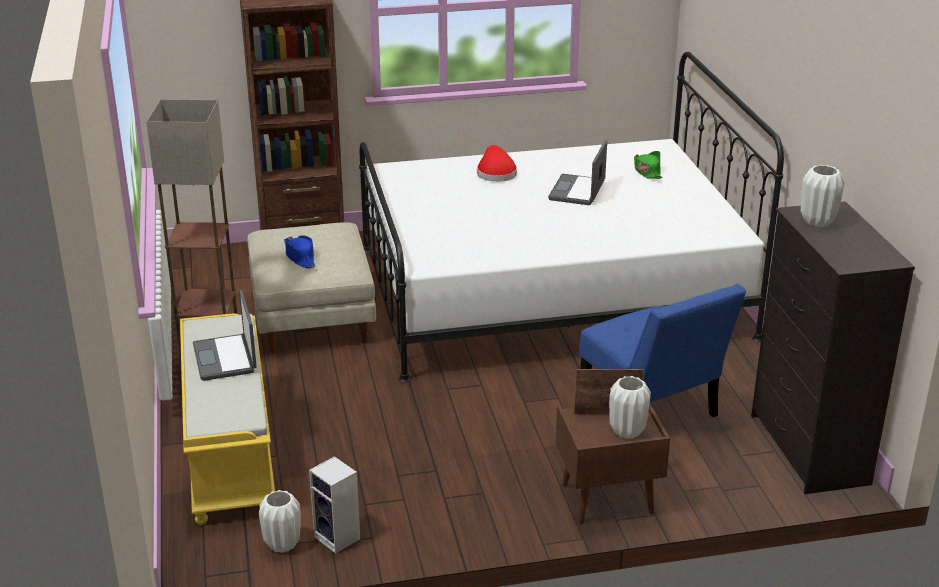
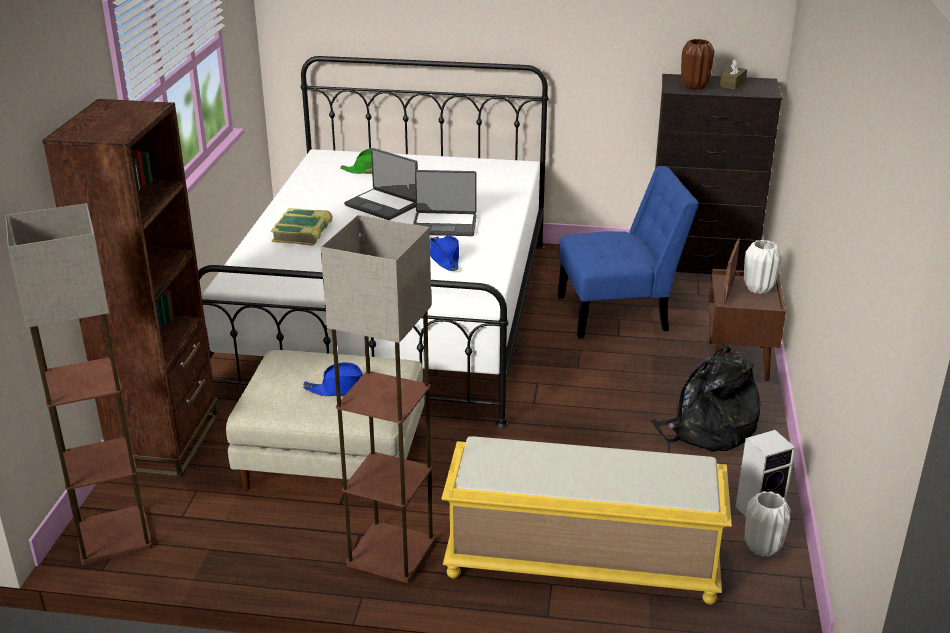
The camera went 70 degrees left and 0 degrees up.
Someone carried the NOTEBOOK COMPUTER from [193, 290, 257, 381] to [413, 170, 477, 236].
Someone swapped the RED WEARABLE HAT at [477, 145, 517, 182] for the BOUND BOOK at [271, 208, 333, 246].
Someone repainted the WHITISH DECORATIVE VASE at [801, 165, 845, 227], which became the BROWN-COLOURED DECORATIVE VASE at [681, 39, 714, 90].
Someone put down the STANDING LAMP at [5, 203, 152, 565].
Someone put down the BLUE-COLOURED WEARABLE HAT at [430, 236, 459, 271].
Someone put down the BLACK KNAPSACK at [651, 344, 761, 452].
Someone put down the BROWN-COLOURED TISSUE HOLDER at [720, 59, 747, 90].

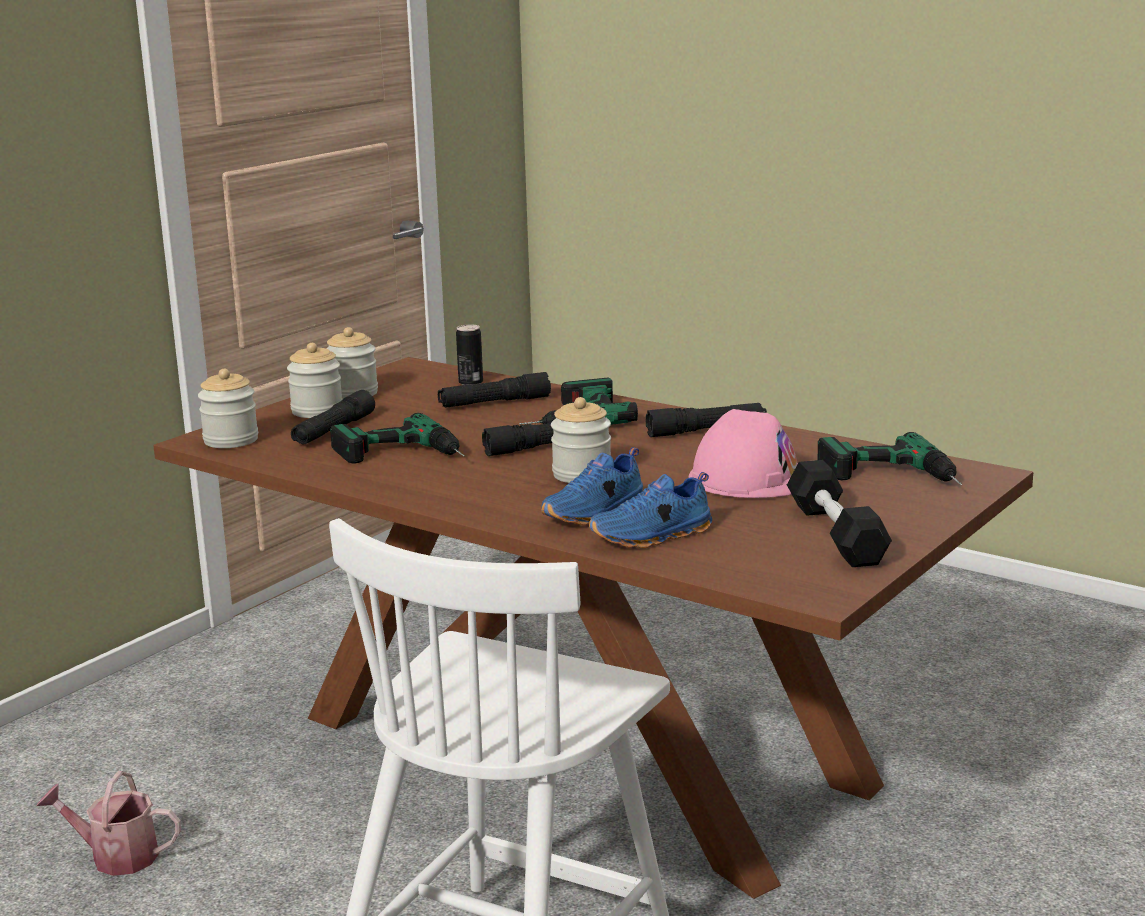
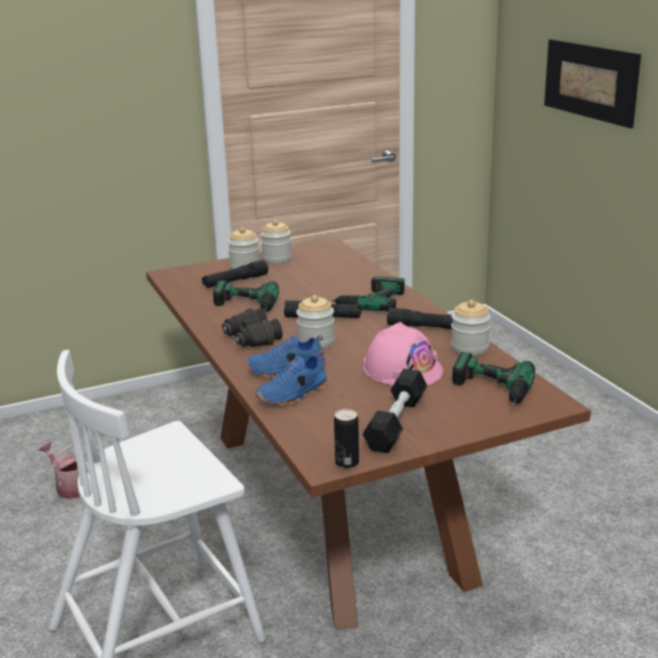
The camera went 30 degrees right and 5 degrees up.
Someone carried the JAR from [198, 369, 258, 448] to [451, 300, 491, 355].
Someone took away the BLACK TORCH at [438, 372, 551, 408].
Someone carried the CAN from [456, 324, 483, 385] to [334, 409, 359, 468].
Someone rotated the BLUE-COLOURED ITEM OF FOOTWEAR at [589, 472, 712, 548] by 45 degrees counterclockwise.
Someone put down the BLACK BINOCULARS at [222, 308, 282, 347].
Someone put up the PICTURE at [544, 39, 641, 129].

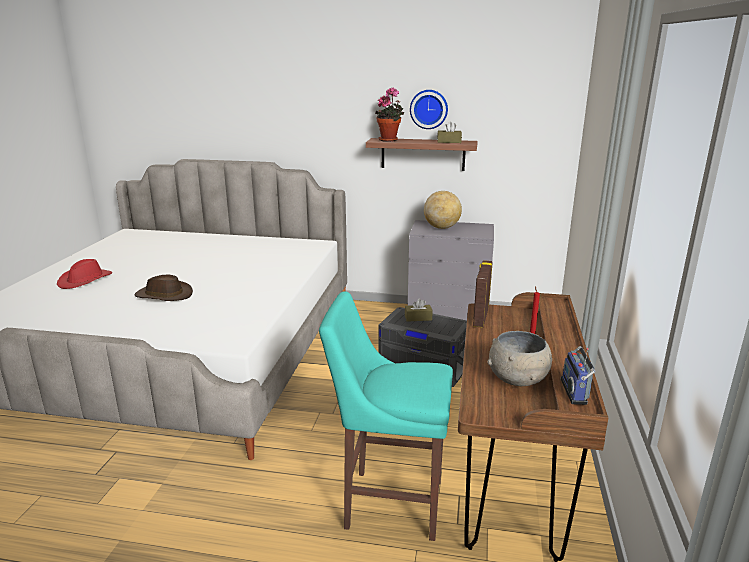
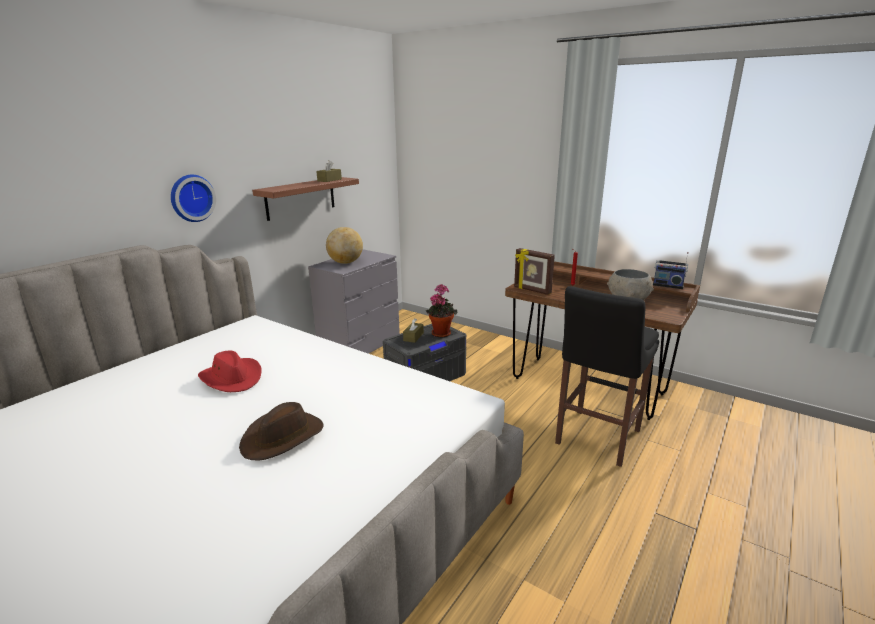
The camera went 65 degrees left and 0 degrees up.
Someone carried the RED WEARABLE HAT from [57, 259, 112, 289] to [198, 350, 261, 392].
Someone repainted the TURQUOISE STOOL at [319, 291, 453, 541], which became the BLACK STOOL at [555, 286, 659, 467].
Someone carried the POTTED PLANT from [375, 88, 404, 142] to [425, 284, 457, 337].
Someone carried the WALL CLOCK from [410, 90, 448, 129] to [171, 175, 216, 222].

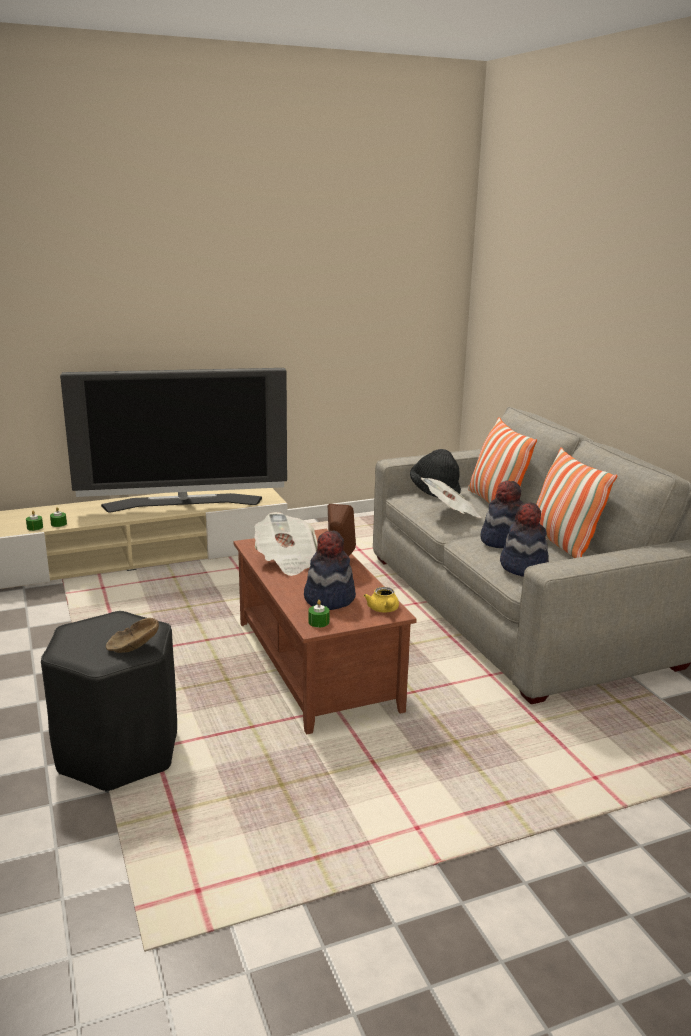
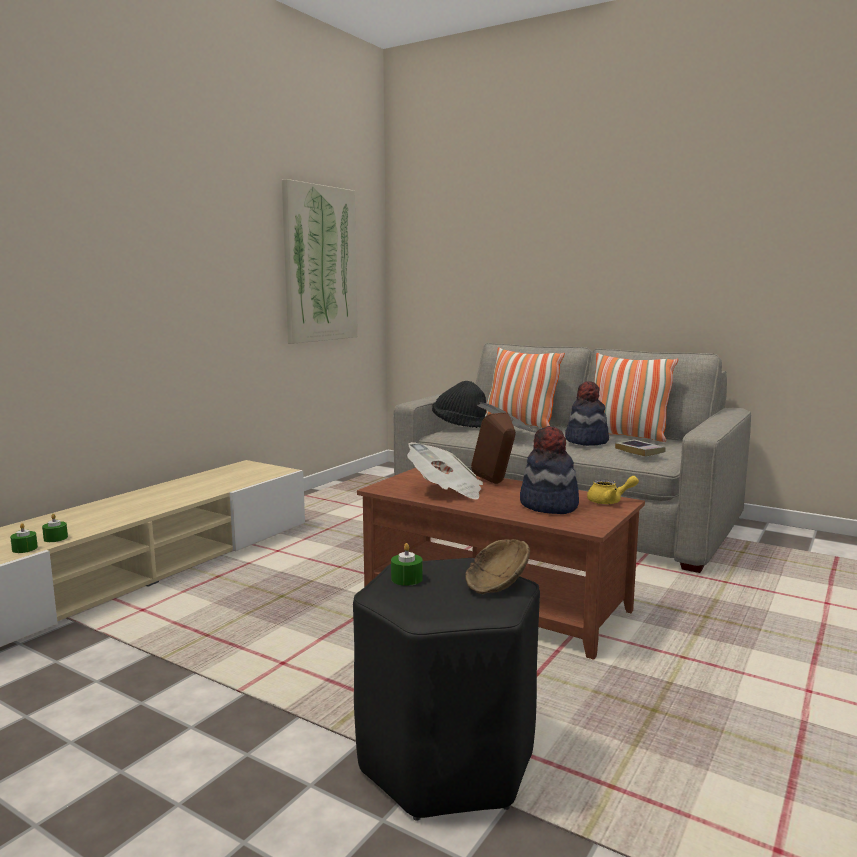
The camera went 35 degrees left and 10 degrees down.
Someone took away the TV at [60, 368, 287, 513].
Someone carried the GREENISH WAX CANDLE from [308, 600, 330, 627] to [391, 543, 423, 586].
Someone rotated the YELLOW POT FOR TEA at [364, 587, 399, 612] by 45 degrees counterclockwise.
Someone swapped the WEARABLE HAT at [500, 502, 549, 577] for the BOUND BOOK at [615, 439, 666, 457].
Someone put up the PICTURE at [282, 179, 358, 344].

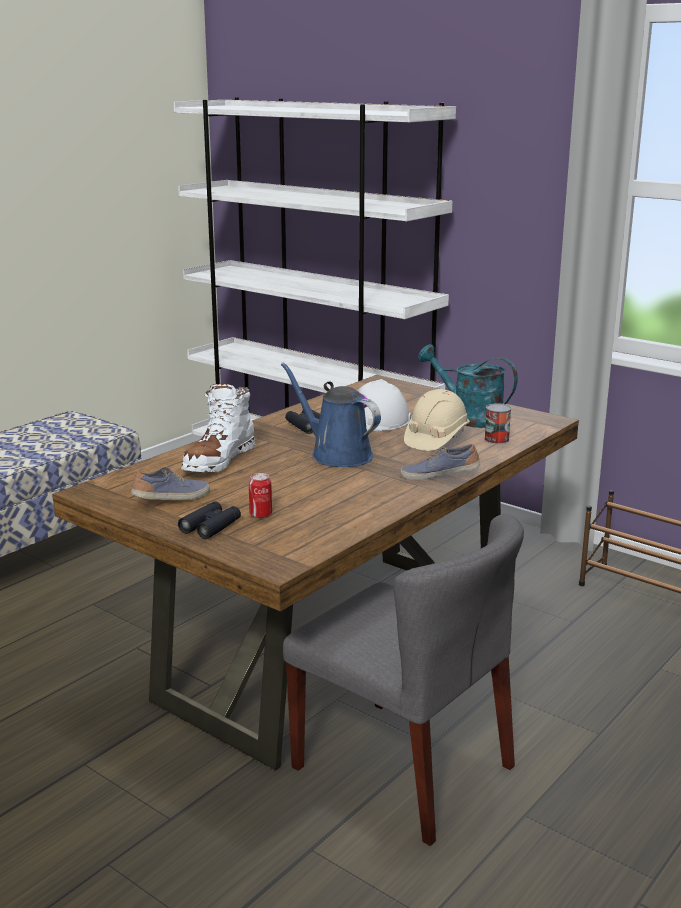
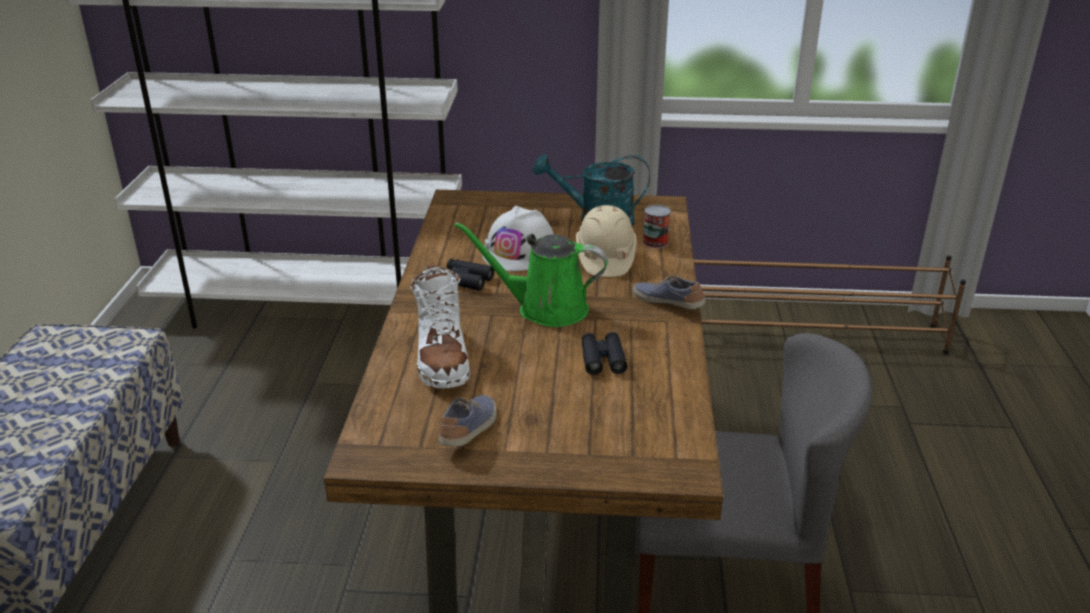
The camera went 35 degrees left and 10 degrees up.
Someone carried the BLACK BINOCULARS from [178, 501, 241, 539] to [582, 332, 627, 375].
Someone took away the CAN at [249, 473, 272, 518].
Someone repainted the BLUE-COLOURED SPRINKLING CAN at [281, 363, 381, 467], which became the GREENISH SPRINKLING CAN at [454, 222, 608, 327].
Someone rotated the ITEM OF FOOTWEAR at [400, 444, 480, 480] by 75 degrees clockwise.

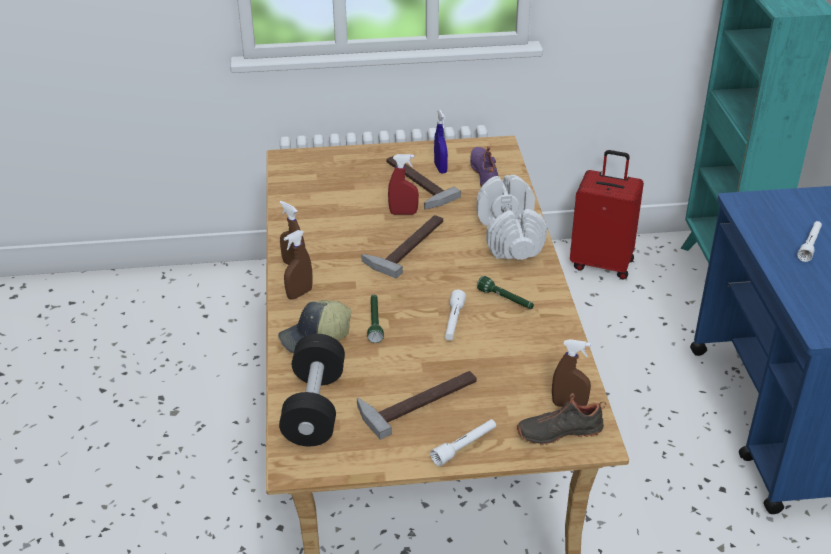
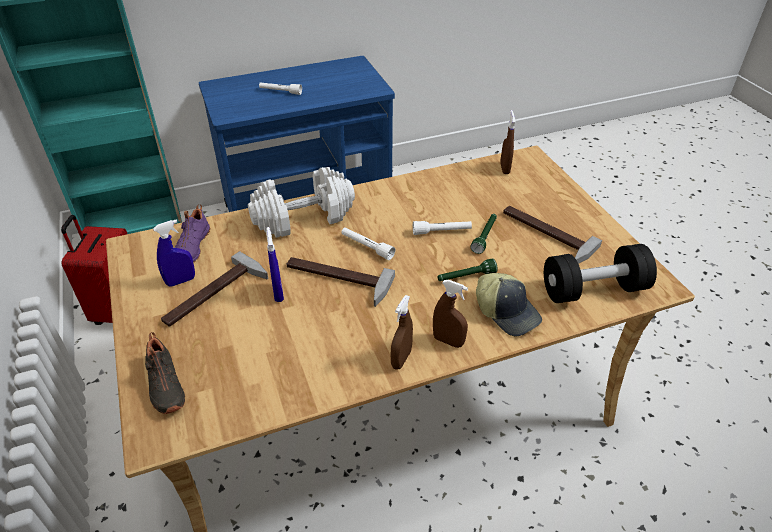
The camera went 105 degrees left and 5 degrees up.
Someone repainted the RED SPRAY BOTTLE at [388, 154, 419, 215], which became the BLUE-COLOURED SPRAY BOTTLE at [266, 227, 284, 302].
Someone carried the WHITISH TORCH from [430, 419, 496, 466] to [341, 227, 395, 260].
Someone rotated the PURPLE ITEM OF FOOTWEAR at [470, 146, 498, 187] by 60 degrees counterclockwise.
Someone carried the GREENISH TORCH from [477, 276, 534, 309] to [470, 214, 497, 254].
Someone carried the BLACK ITEM OF FOOTWEAR from [517, 393, 606, 445] to [145, 332, 185, 414].

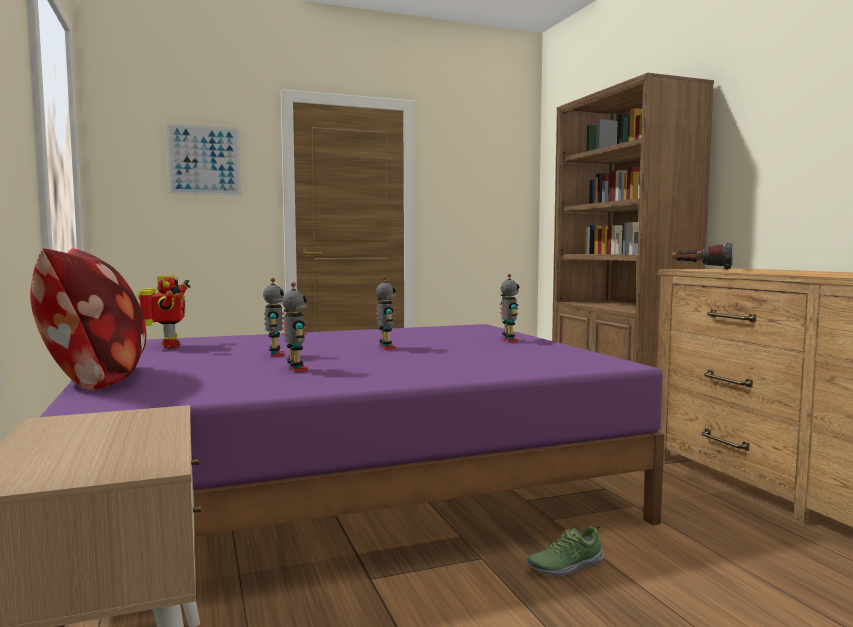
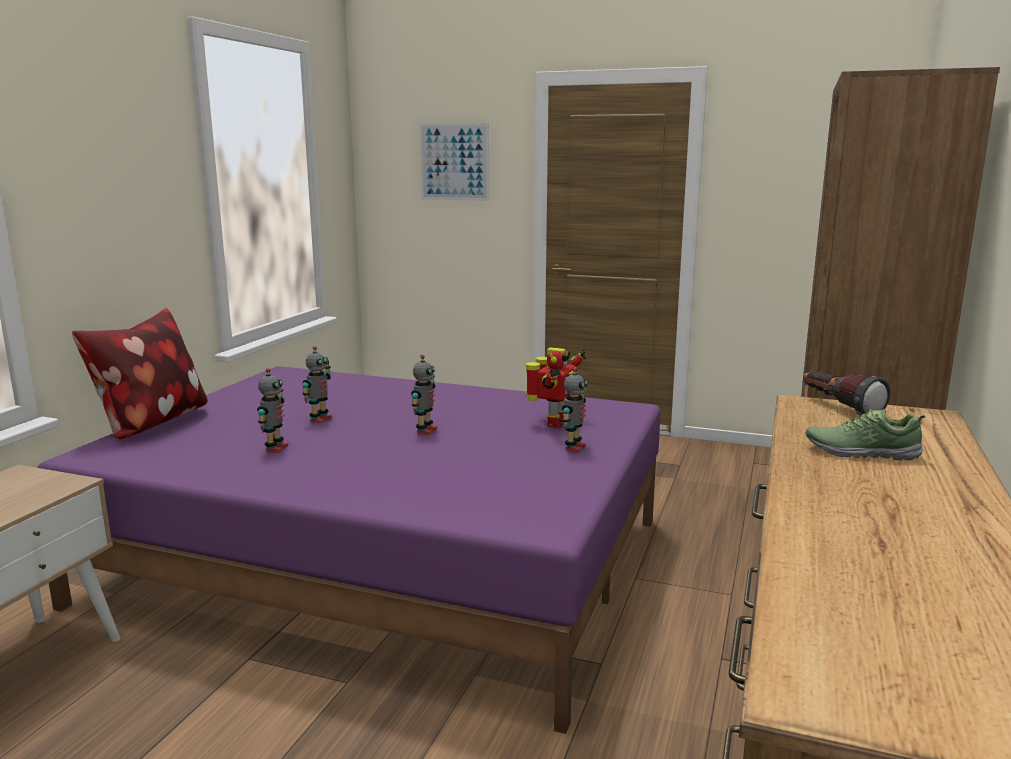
The camera went 40 degrees right and 10 degrees up.
Someone carried the MODEL ROBOT from [138, 276, 190, 349] to [526, 348, 586, 428].
Someone carried the ITEM OF FOOTWEAR from [527, 526, 604, 578] to [806, 409, 926, 461].

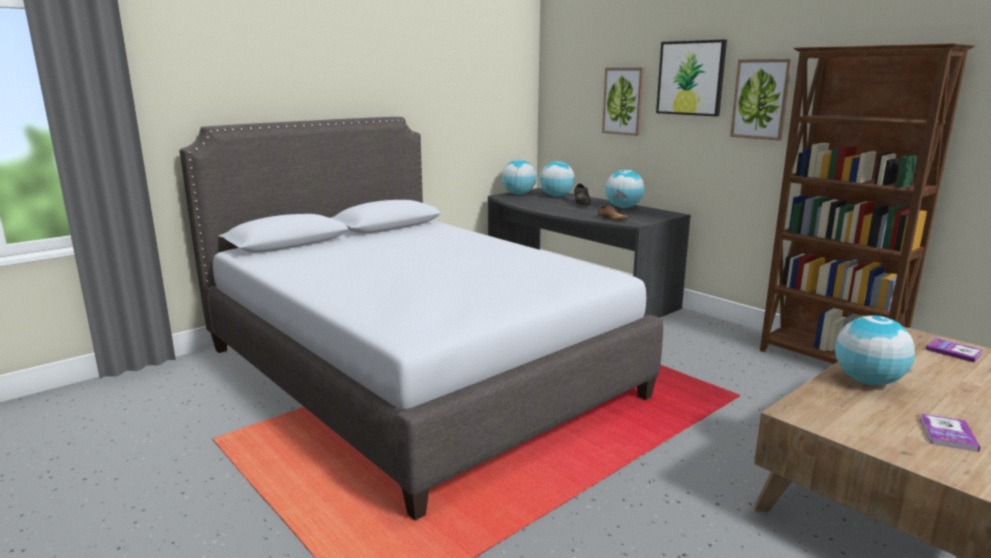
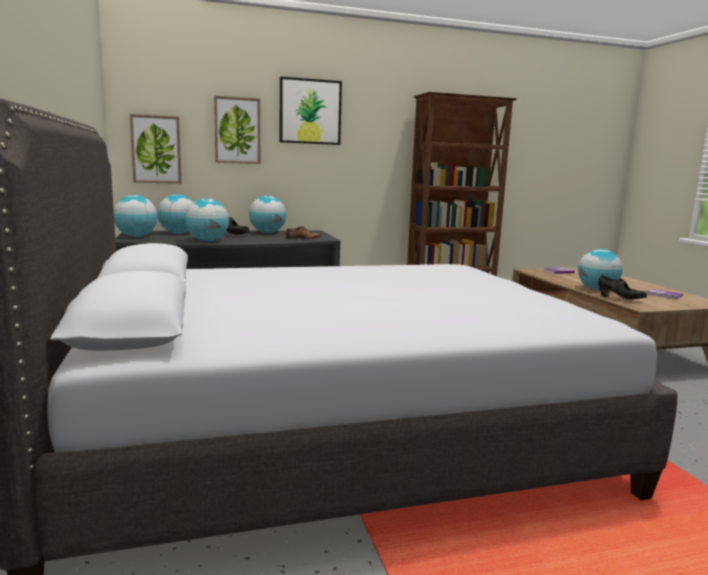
The camera went 65 degrees left and 5 degrees down.
Someone carried the PICTURE from [730, 59, 793, 141] to [130, 114, 181, 184].
Someone put down the WORLD GLOBE at [185, 198, 229, 241].
Someone put down the BLACK ITEM OF FOOTWEAR at [598, 275, 647, 299].

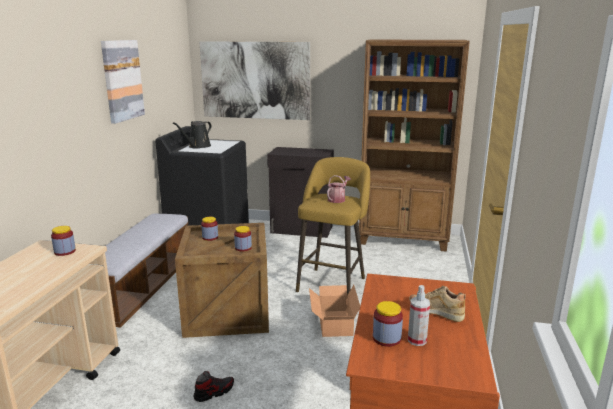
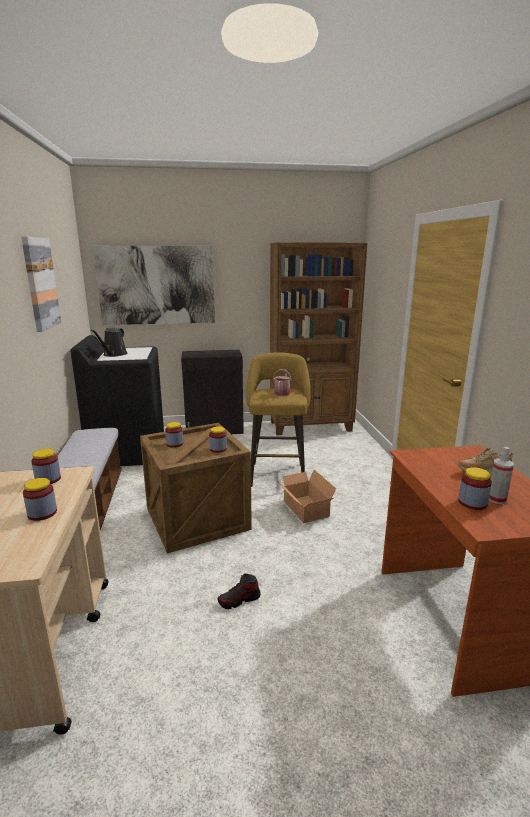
The camera went 20 degrees left and 0 degrees up.
Someone rotated the ITEM OF FOOTWEAR at [193, 371, 234, 402] by 150 degrees counterclockwise.
Someone put down the JAR at [23, 478, 57, 521].

